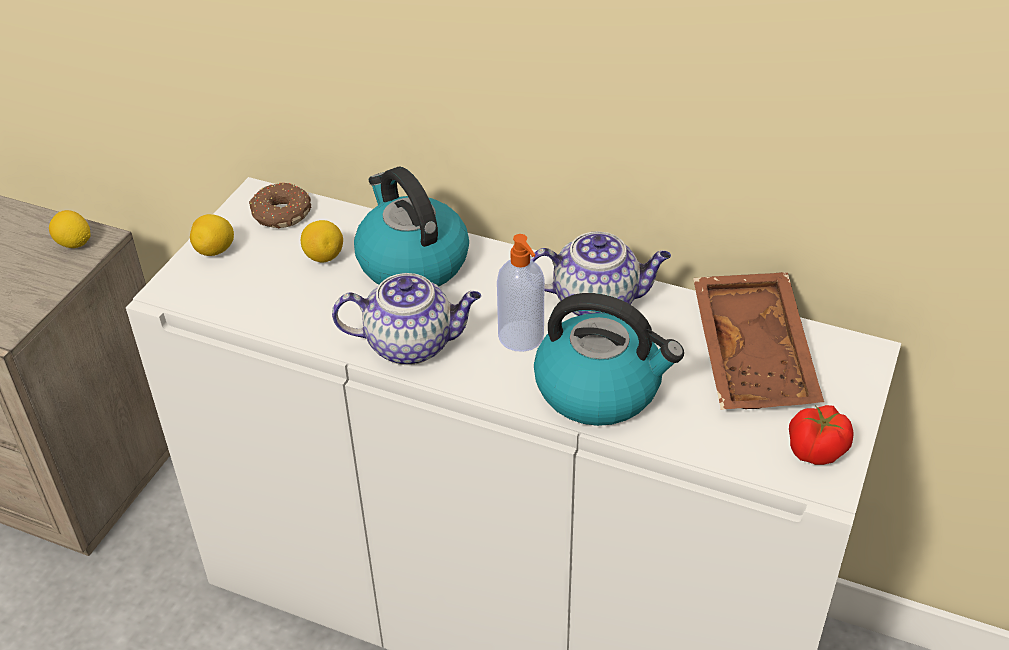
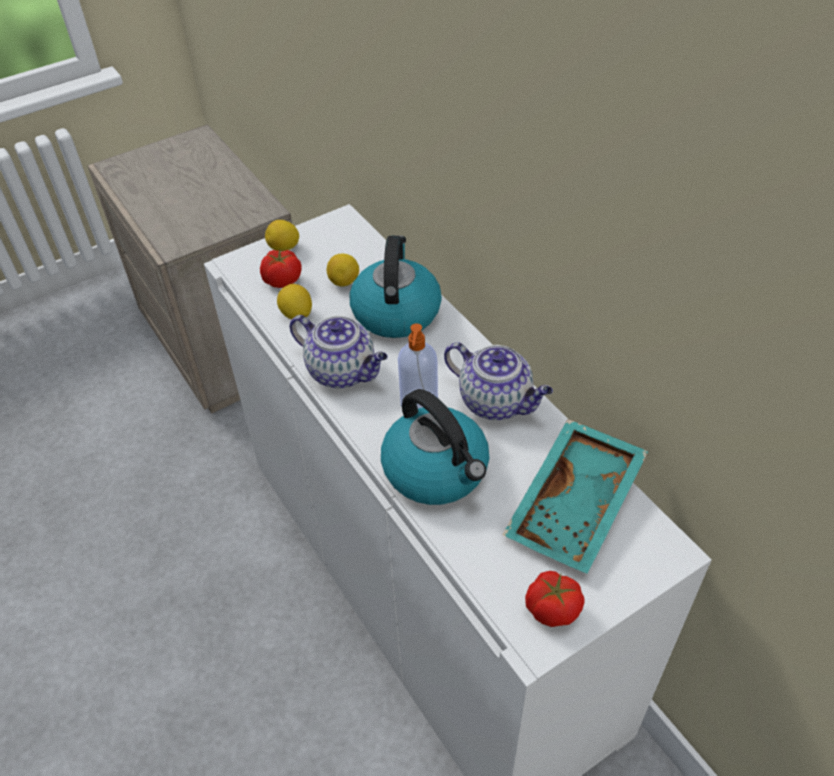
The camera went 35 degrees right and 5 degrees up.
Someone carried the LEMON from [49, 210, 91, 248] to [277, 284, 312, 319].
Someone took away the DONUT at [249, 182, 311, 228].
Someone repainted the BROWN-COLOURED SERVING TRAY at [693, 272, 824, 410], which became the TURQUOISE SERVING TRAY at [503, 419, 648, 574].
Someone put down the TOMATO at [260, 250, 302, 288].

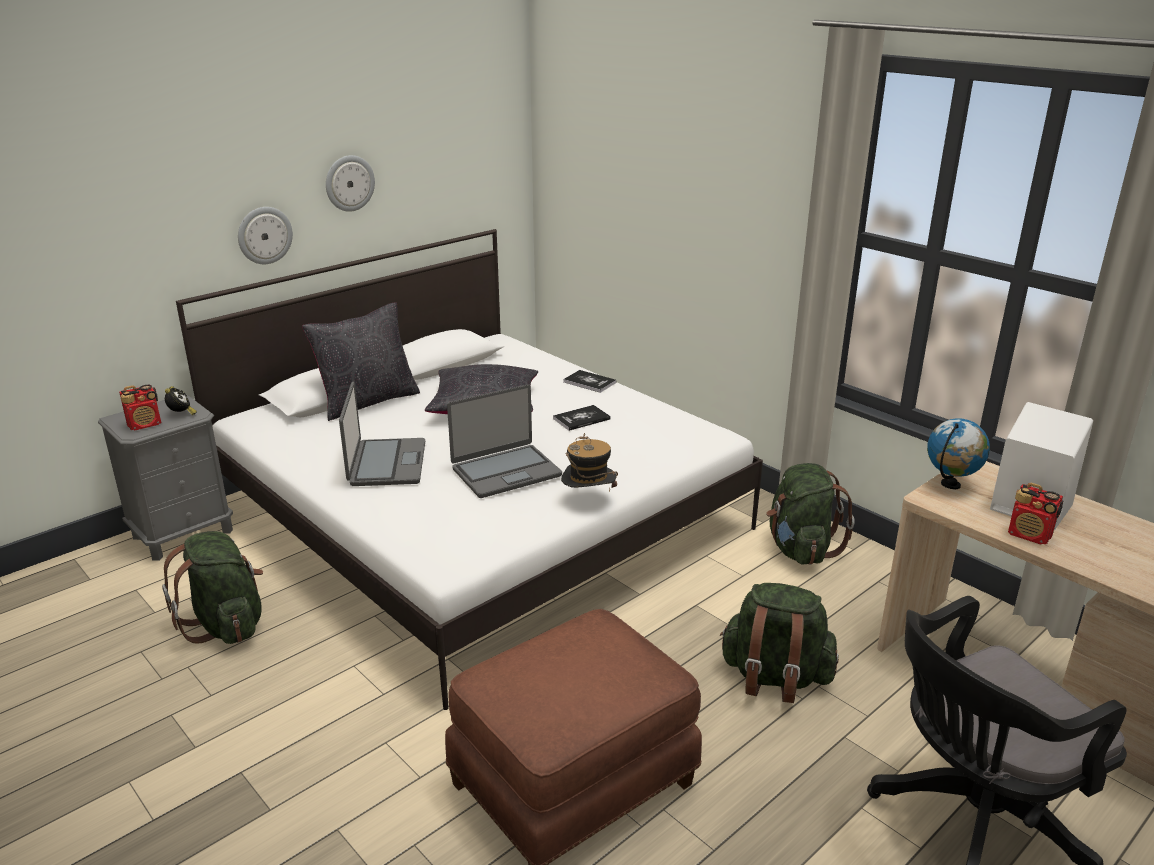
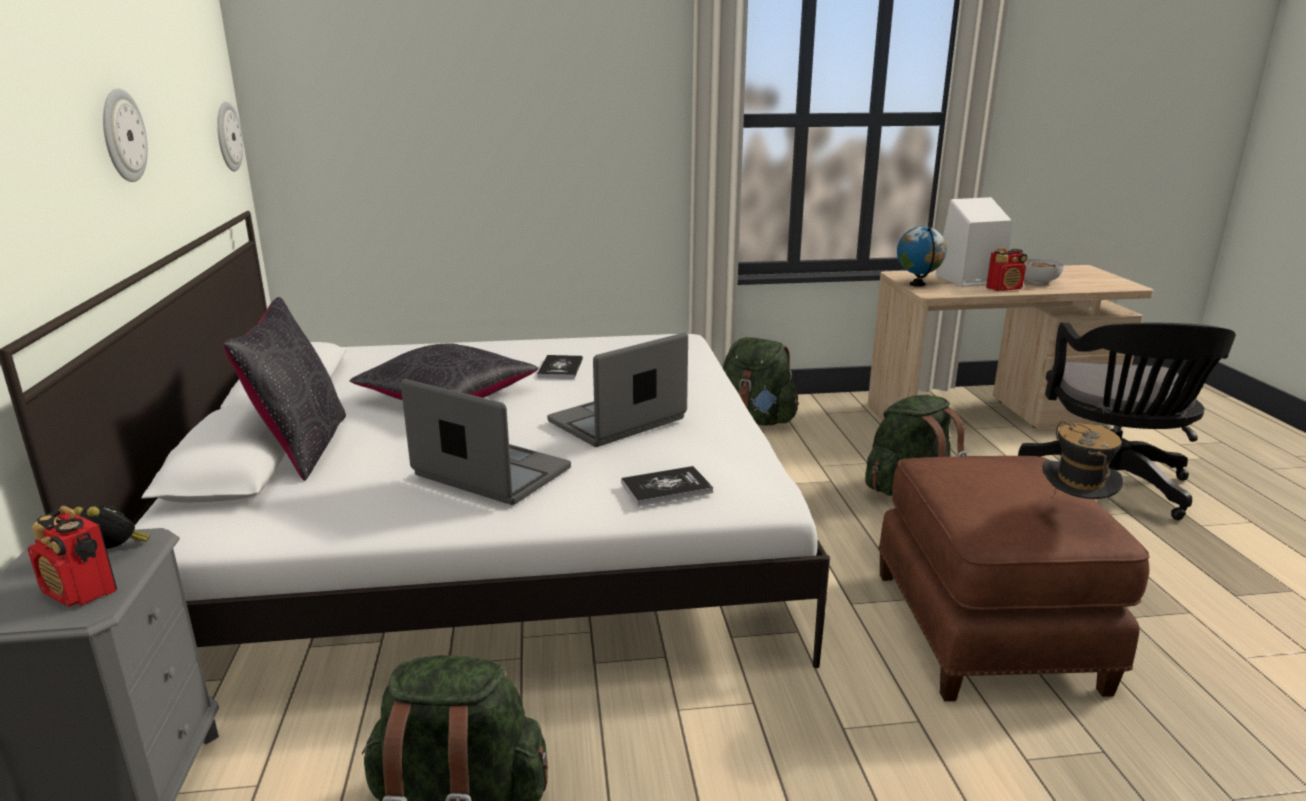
The camera went 55 degrees left and 5 degrees down.
Someone rotated the RADIO at [119, 385, 161, 430] by 120 degrees clockwise.
Someone carried the WALL CLOCK from [238, 207, 293, 264] to [217, 102, 243, 171].
Someone rotated the NOTEBOOK COMPUTER at [447, 384, 562, 498] by 135 degrees counterclockwise.
Someone carried the WEARABLE HAT from [561, 433, 618, 492] to [1042, 421, 1124, 499].
Someone carried the BOUND BOOK from [563, 370, 616, 393] to [621, 466, 713, 506].
Someone put down the BOWL at [1024, 258, 1064, 284].

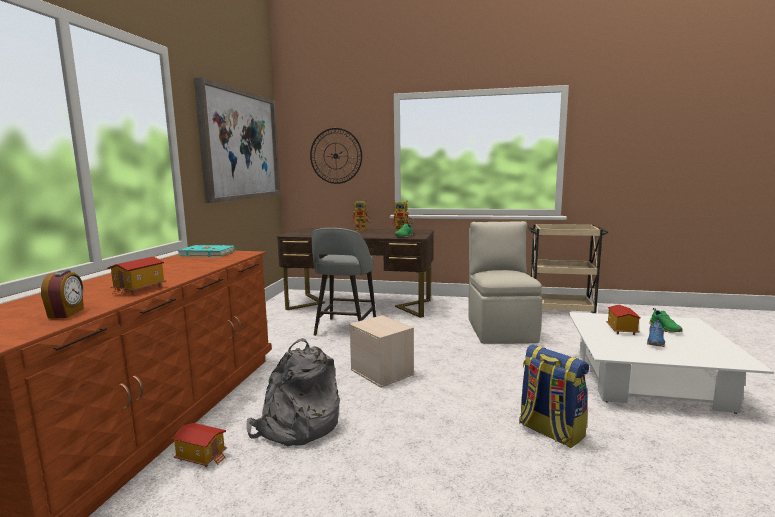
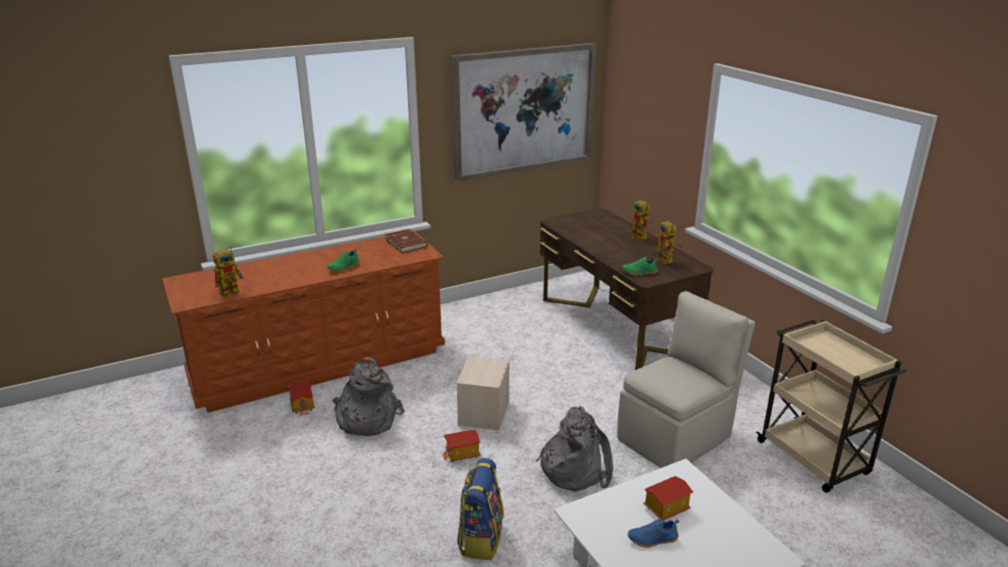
The camera went 50 degrees right and 15 degrees up.
Someone swapped the BEDSIDE CLOCK at [41, 270, 83, 319] for the MODEL ROBOT at [212, 247, 244, 297].
Someone carried the TOY HOUSE from [107, 256, 167, 295] to [443, 429, 481, 462].
Someone repainted the TURQUOISE BOUND BOOK at [177, 245, 236, 257], which became the BROWN-COLOURED BOUND BOOK at [384, 229, 428, 253].
Someone took away the WALL CLOCK at [310, 128, 362, 184].
Someone took away the GREYISH STOOL at [312, 228, 376, 336].
Someone carried the GREENISH ITEM OF FOOTWEAR from [649, 308, 683, 333] to [328, 248, 359, 272].
Someone put down the GREYISH KNAPSACK at [536, 406, 613, 492].

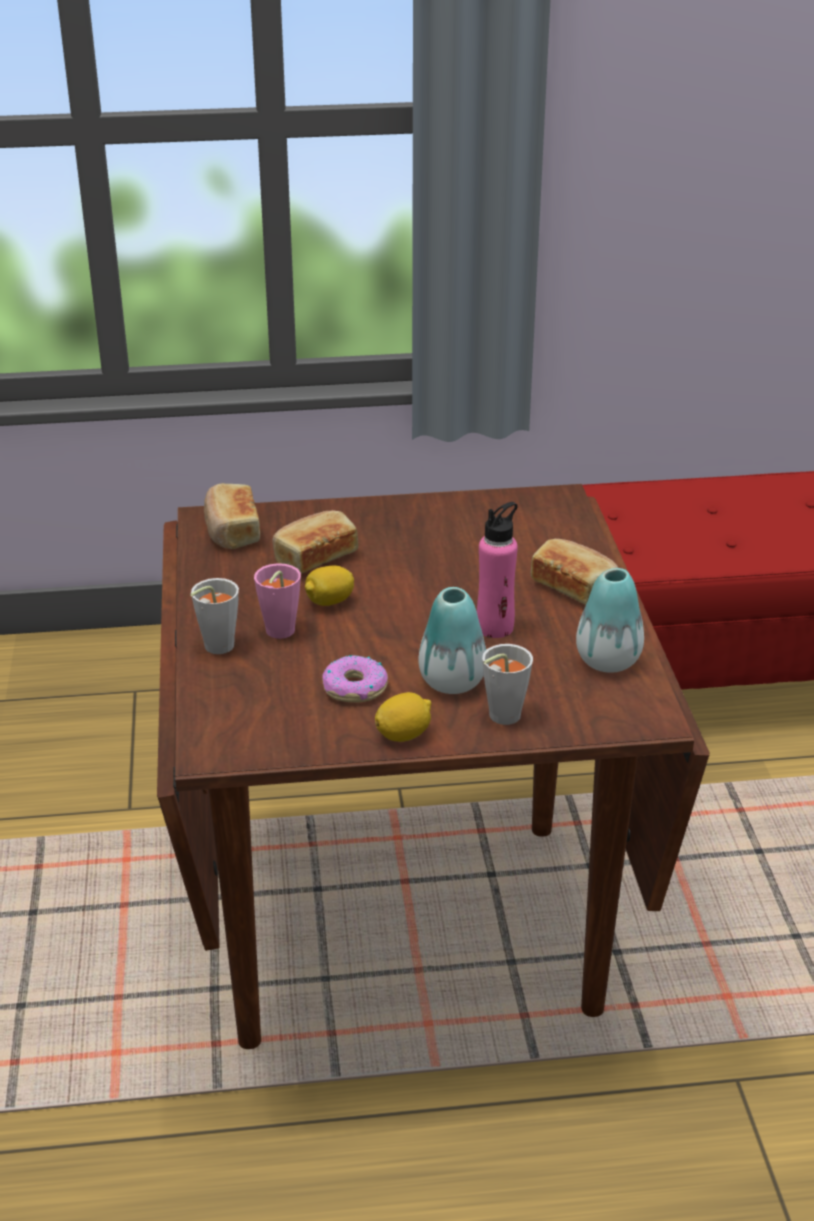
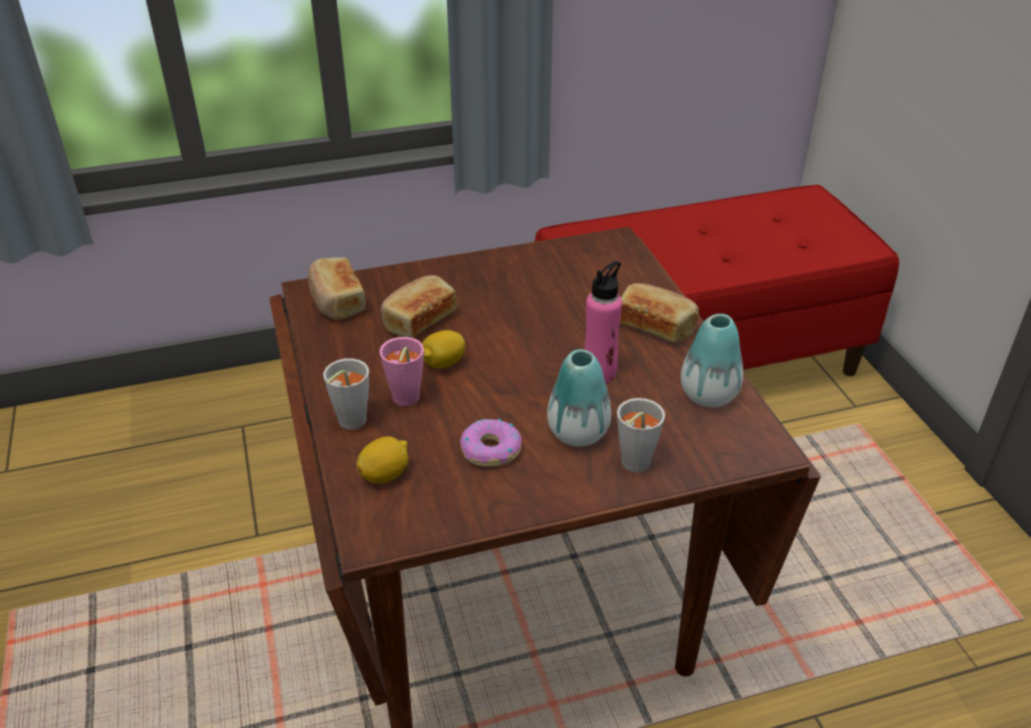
The camera went 10 degrees left and 5 degrees up.
Someone carried the LEMON from [375, 692, 431, 742] to [357, 436, 409, 484].

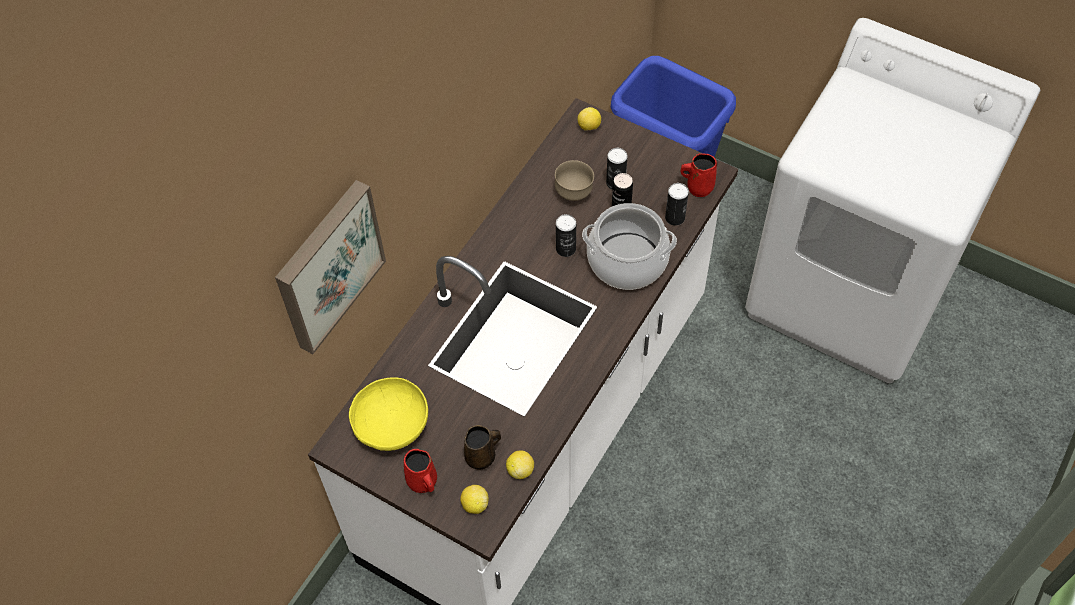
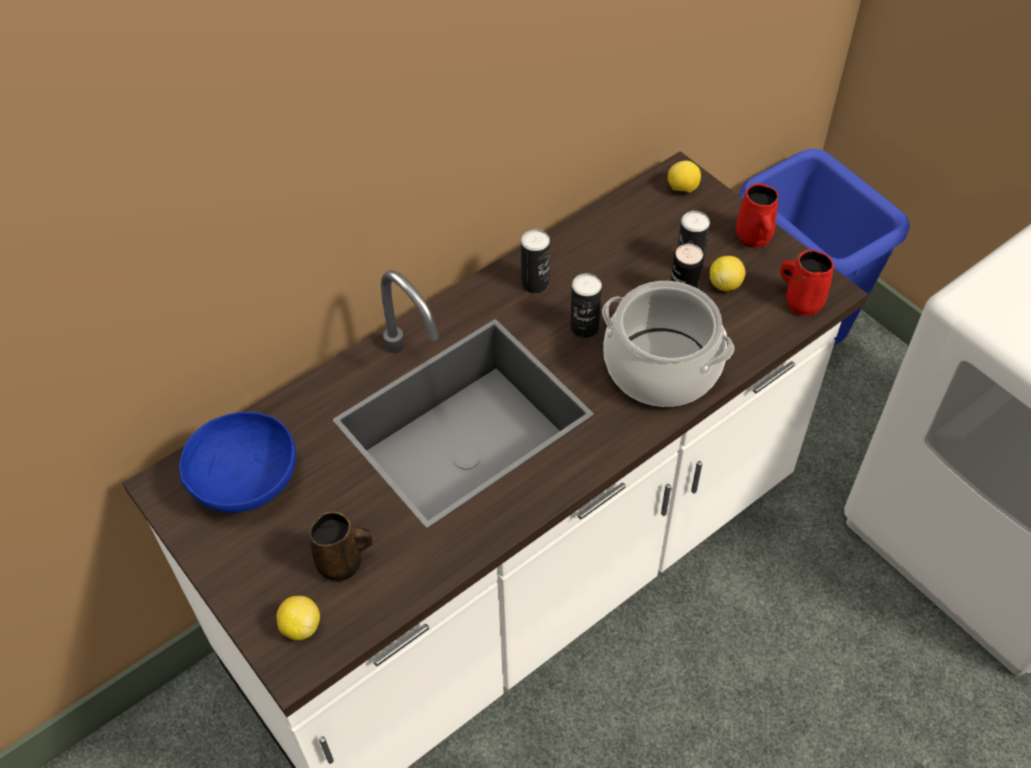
The camera went 20 degrees right and 5 degrees down.
Someone took away the PICTURE at [275, 180, 386, 354].
Someone repainted the YELLOW BOWL at [349, 378, 428, 451], which became the BLUE-COLOURED BOWL at [179, 411, 296, 513].
Someone carried the RED TEA MUG from [404, 449, 437, 493] to [736, 183, 779, 248].
Someone carried the LEMON from [506, 451, 534, 479] to [710, 256, 745, 291].
Someone took away the BROWN-COLOURED BOWL at [555, 160, 594, 201].
Someone carried the CAN from [665, 183, 689, 226] to [521, 229, 550, 294].

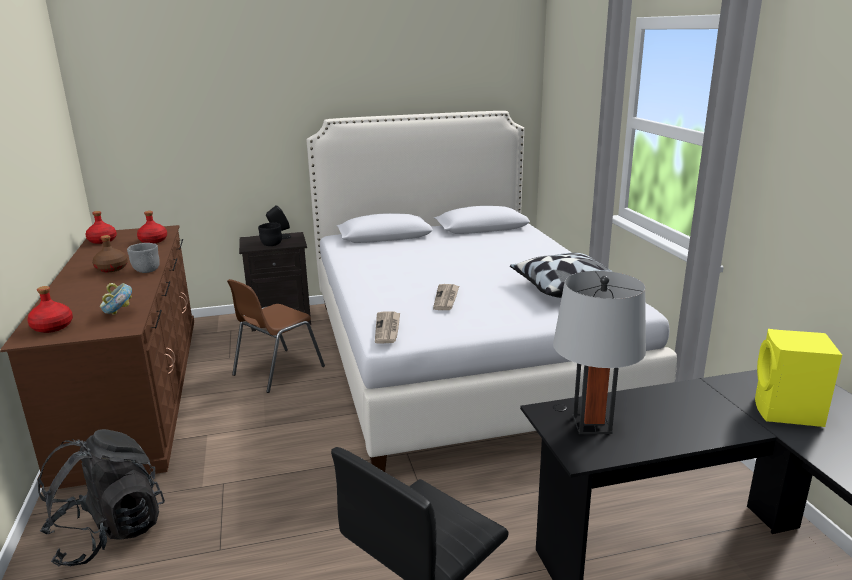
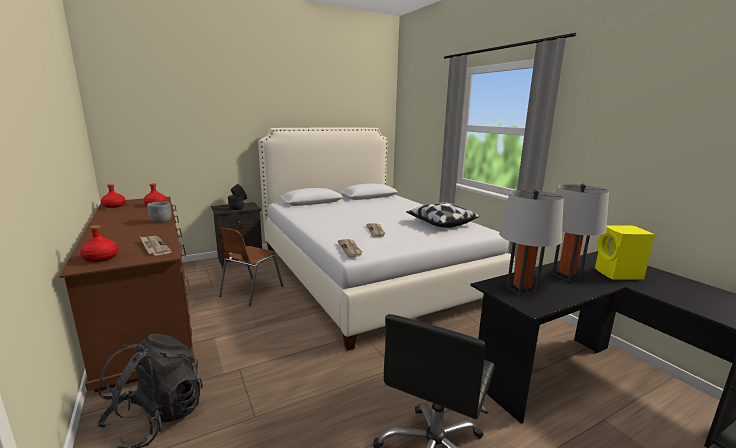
The camera went 15 degrees left and 5 degrees down.
Someone took away the BROWN-COLOURED BEVERAGE BOTTLE at [92, 235, 128, 272].
Someone swapped the BOWL at [100, 283, 132, 315] for the DAILY PAPER at [140, 236, 172, 256].
Someone put down the GREYISH TABLETOP LAMP at [552, 184, 609, 282].

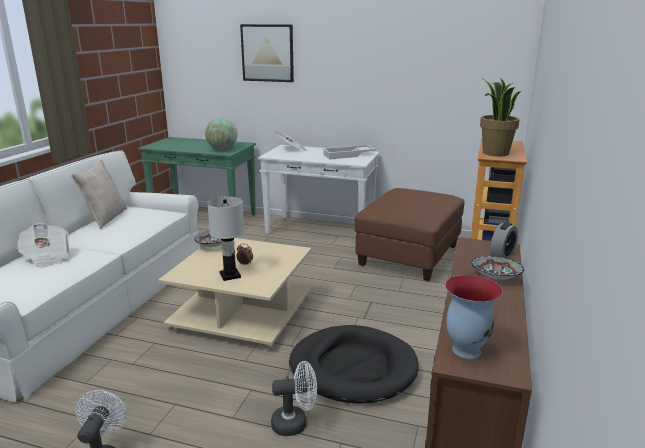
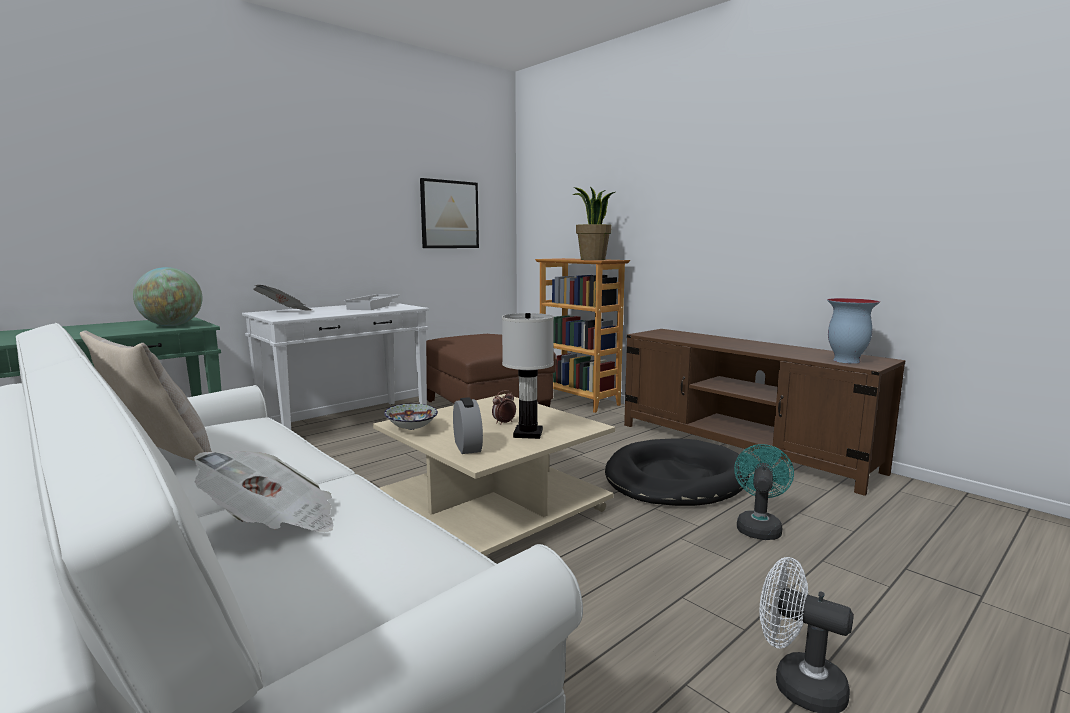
The camera went 60 degrees left and 10 degrees down.
Someone carried the PICTURE from [240, 24, 294, 82] to [420, 178, 479, 248].
Someone repainted the WHITISH COOLING FAN at [271, 361, 317, 436], which became the TURQUOISE COOLING FAN at [734, 444, 794, 540].
Someone took away the BOWL at [471, 256, 524, 280].
Someone carried the BEDSIDE CLOCK from [490, 222, 518, 258] to [453, 397, 483, 454].

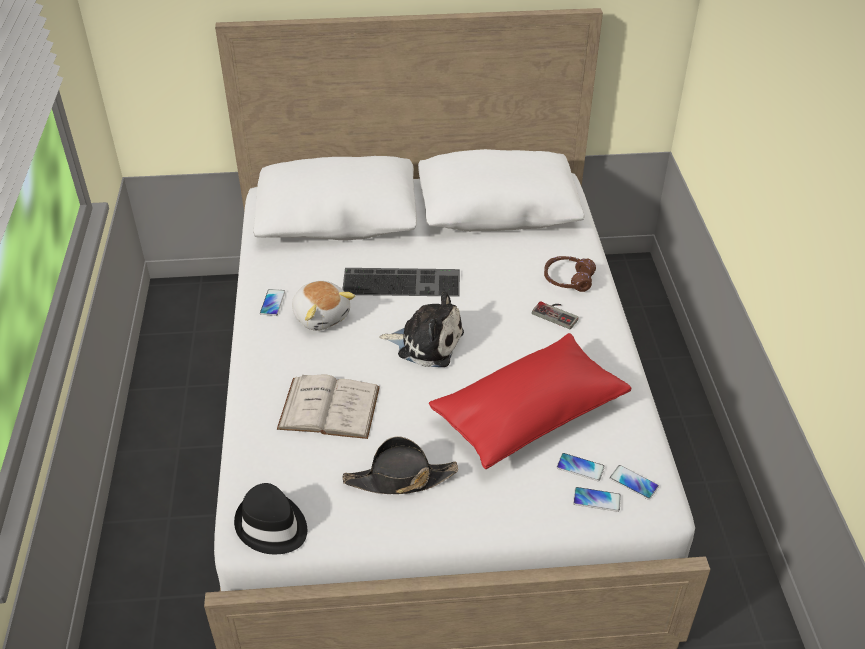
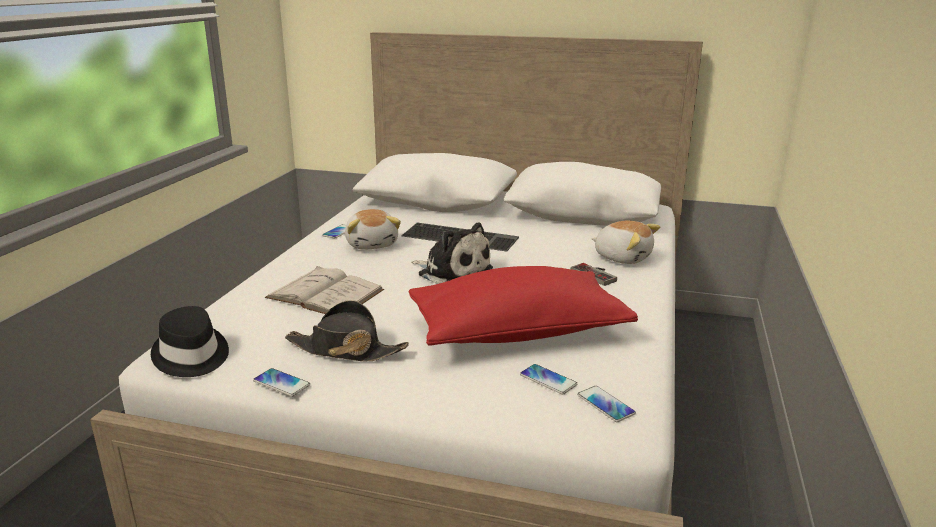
The camera went 20 degrees right and 20 degrees down.
Someone swapped the BROWN-COLOURED HEADPHONES at [544, 256, 596, 292] for the SOFT TOY at [591, 221, 660, 264].
Someone carried the TELEPHONE from [573, 487, 621, 512] to [253, 368, 310, 397].

